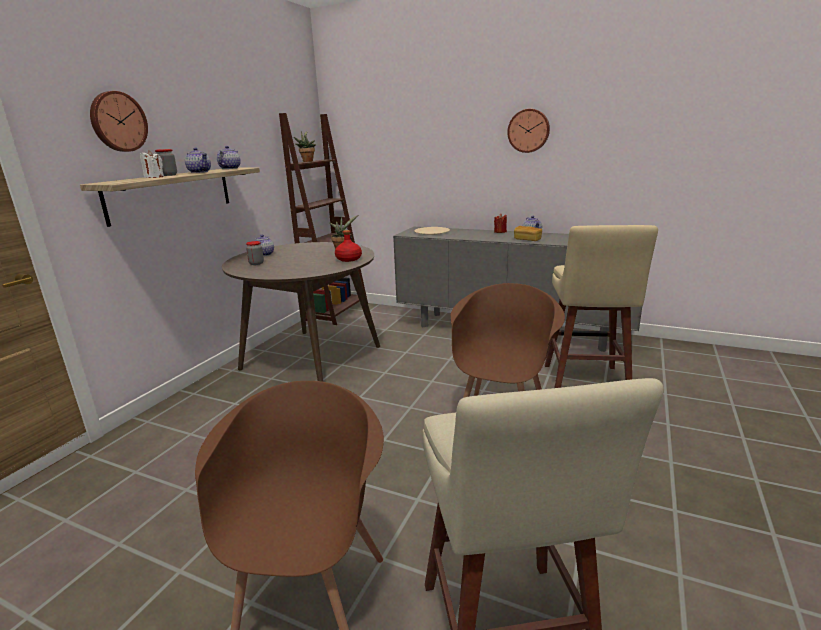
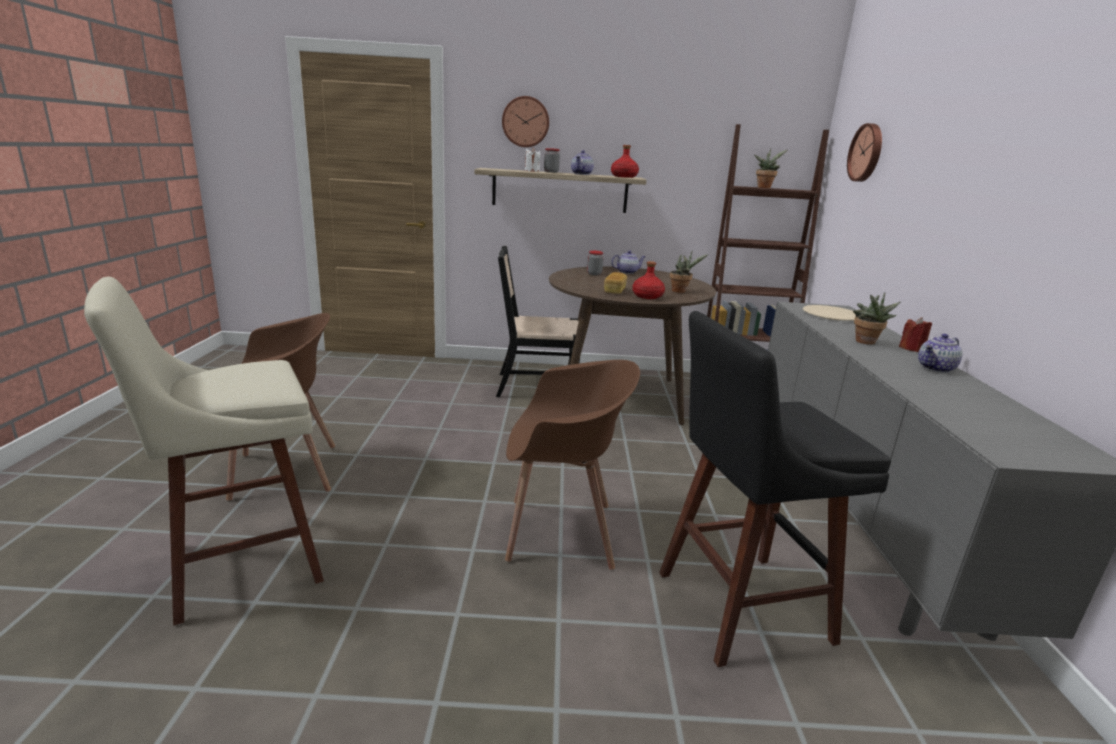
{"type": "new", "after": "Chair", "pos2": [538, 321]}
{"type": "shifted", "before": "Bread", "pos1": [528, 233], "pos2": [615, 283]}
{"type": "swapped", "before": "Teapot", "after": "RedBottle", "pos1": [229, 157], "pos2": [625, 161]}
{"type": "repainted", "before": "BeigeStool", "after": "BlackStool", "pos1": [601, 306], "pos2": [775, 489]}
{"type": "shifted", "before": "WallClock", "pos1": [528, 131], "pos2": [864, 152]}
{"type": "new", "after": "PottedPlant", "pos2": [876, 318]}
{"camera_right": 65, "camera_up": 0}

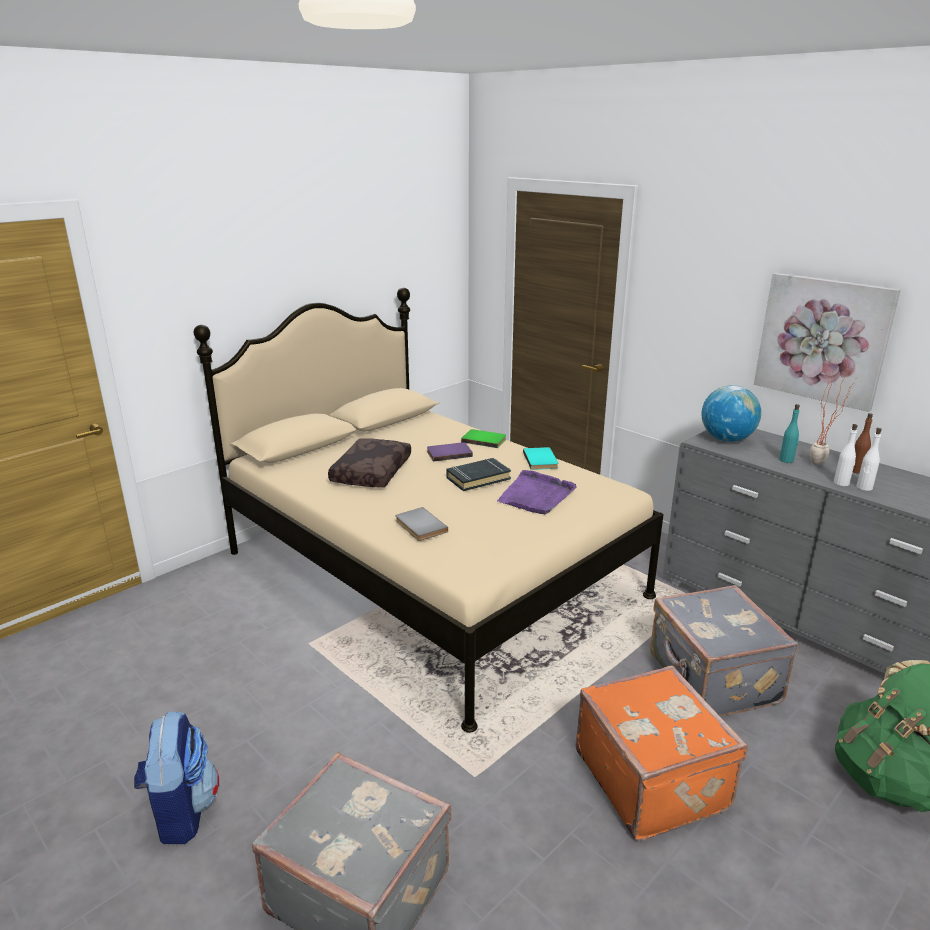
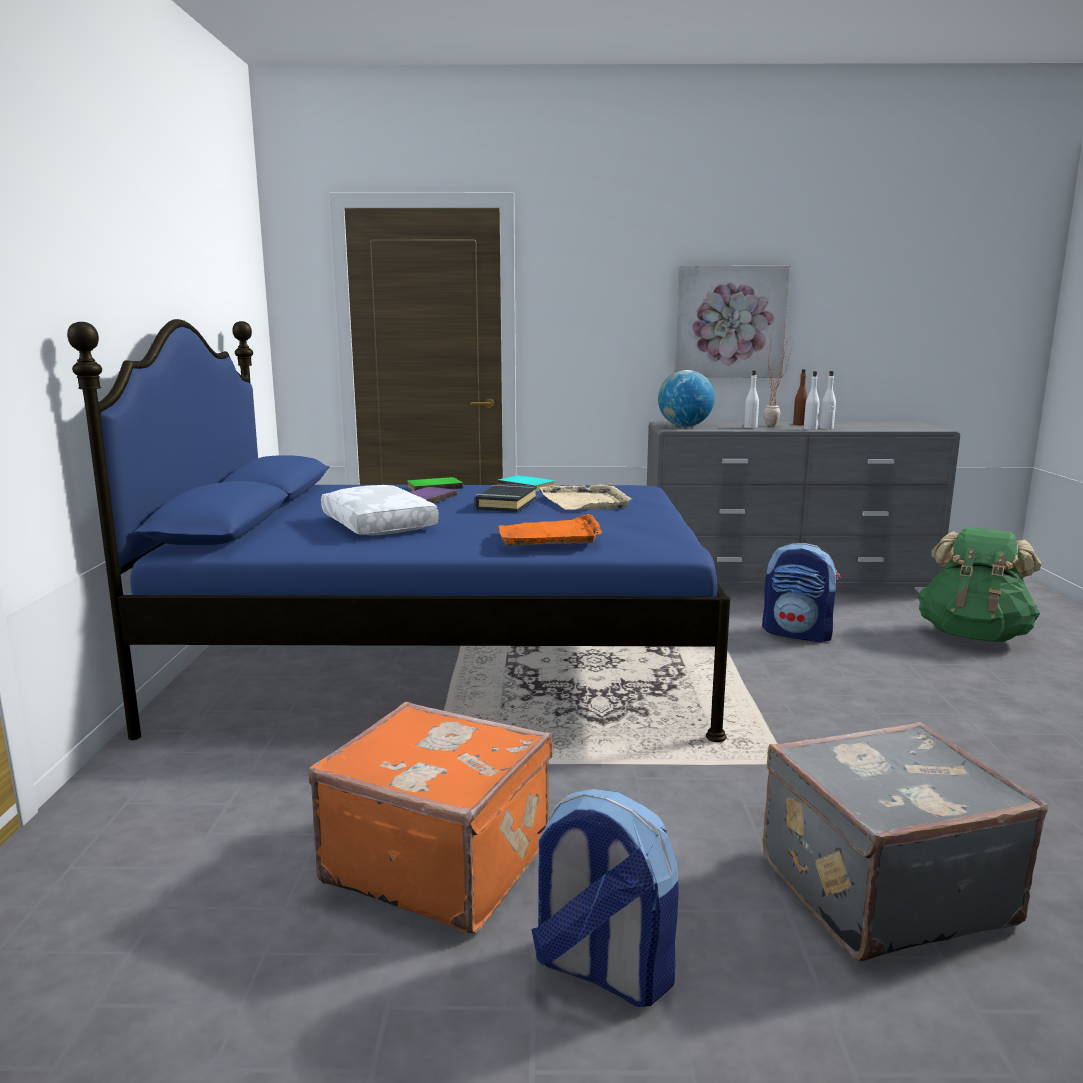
{"type": "repainted", "before": "BeigeBed", "after": "BlueBed", "pos1": [428, 510], "pos2": [398, 530]}
{"type": "shifted", "before": "OrangeSuitcase", "pos1": [662, 753], "pos2": [431, 818]}
{"type": "repainted", "before": "BrownPillow", "after": "WhitePillow", "pos1": [369, 463], "pos2": [380, 510]}
{"type": "swapped", "before": "GreyBook", "after": "OrangeTray", "pos1": [421, 524], "pos2": [550, 530]}
{"type": "repainted", "before": "PurpleTray", "after": "BeigeTray", "pos1": [537, 492], "pos2": [585, 496]}
{"type": "repainted", "before": "TurquoiseBottle", "after": "WhiteBottle", "pos1": [789, 433], "pos2": [751, 399]}
{"type": "swapped", "before": "GreySuitcase", "after": "Backpack", "pos1": [724, 650], "pos2": [801, 593]}
{"camera_right": -45, "camera_up": -10}

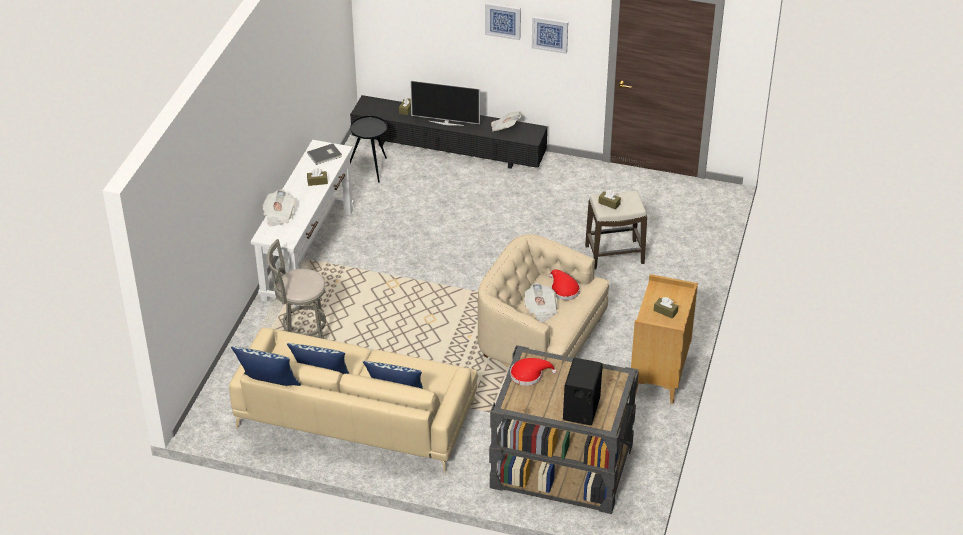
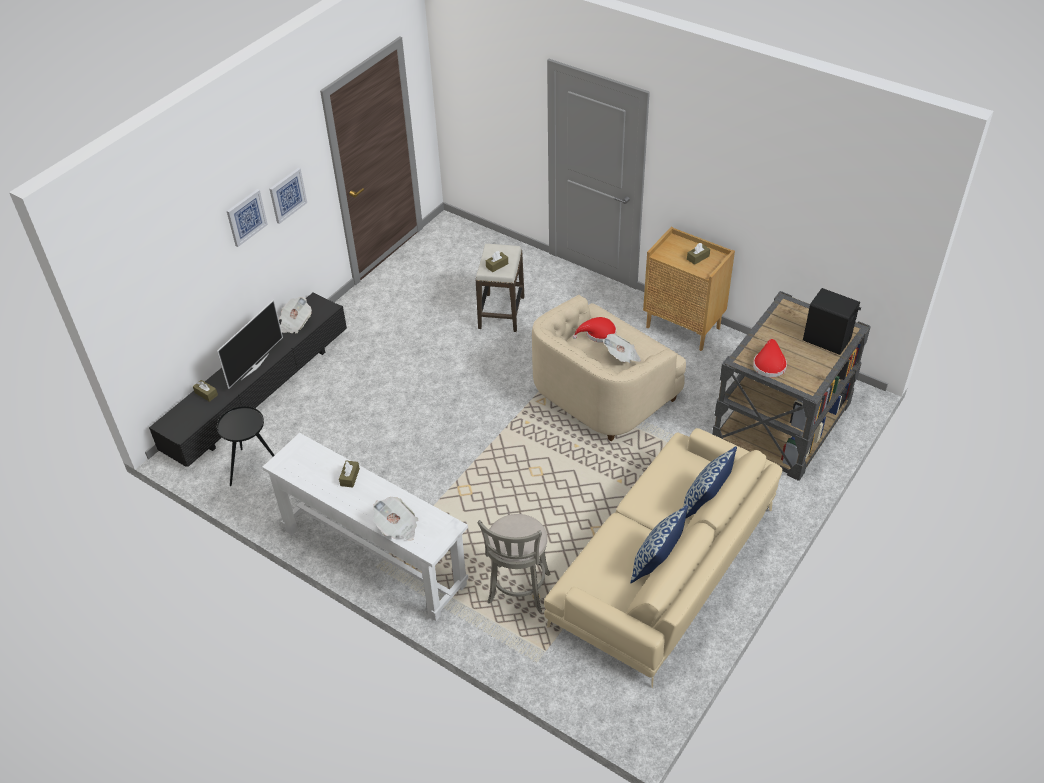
{"type": "gone", "before": "Pillow", "pos1": [266, 366]}
{"type": "gone", "before": "GreyBook", "pos1": [324, 154]}
{"camera_right": -70, "camera_up": 5}

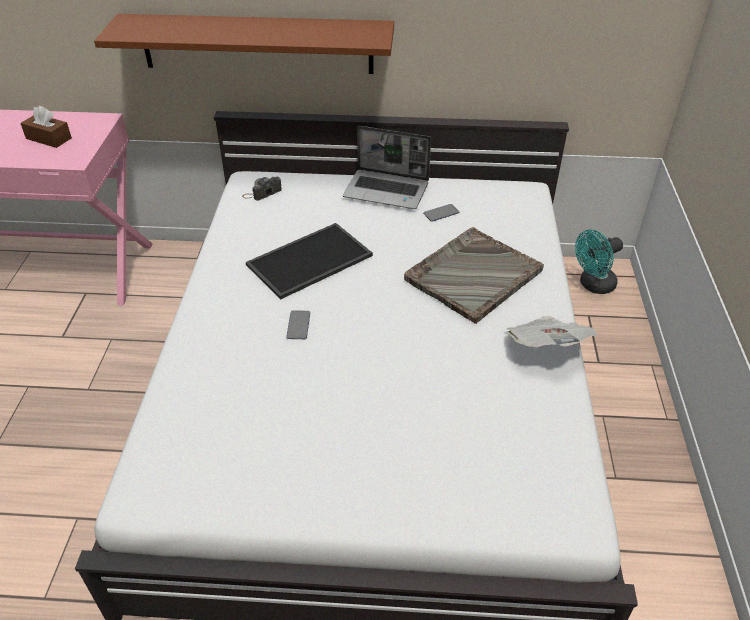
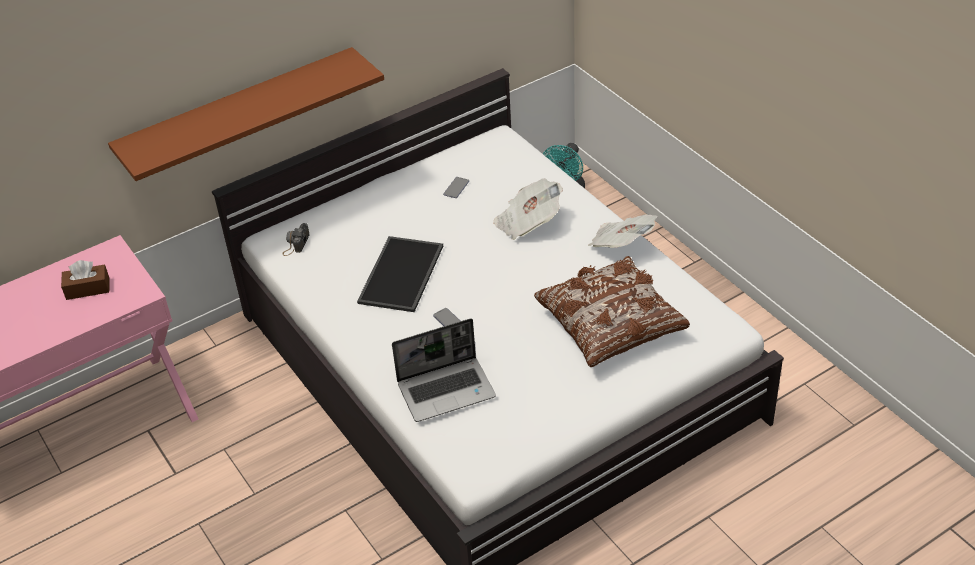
{"type": "shifted", "before": "Laptop", "pos1": [387, 167], "pos2": [444, 370]}
{"type": "swapped", "before": "GreyTray", "after": "Newspaper", "pos1": [474, 275], "pos2": [528, 209]}
{"type": "new", "after": "BrownPillow", "pos2": [612, 311]}
{"camera_right": -35, "camera_up": 0}

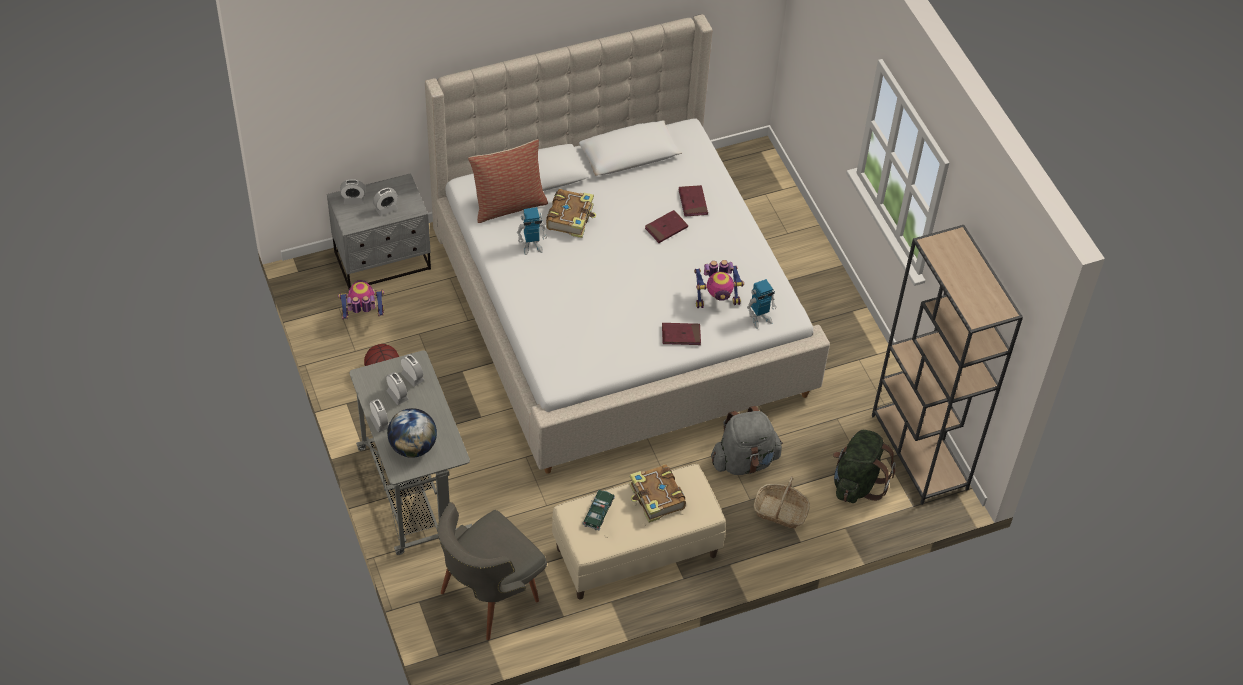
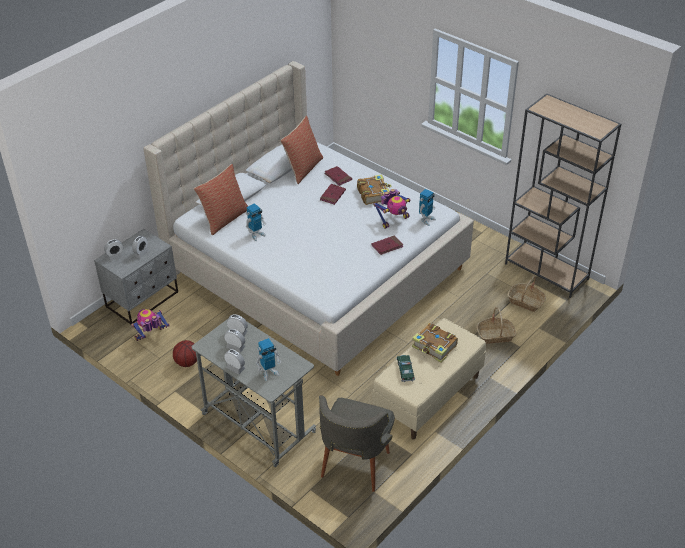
{"type": "swapped", "before": "Globe", "after": "ToyRobot", "pos1": [412, 433], "pos2": [268, 359]}
{"type": "new", "after": "Pillow", "pos2": [301, 150]}
{"type": "shifted", "before": "Book", "pos1": [571, 213], "pos2": [374, 189]}
{"type": "swapped", "before": "GreenBackpack", "after": "Basket", "pos1": [864, 466], "pos2": [527, 294]}
{"type": "gone", "before": "GreyBackpack", "pos1": [747, 440]}
{"camera_right": -25, "camera_up": -10}

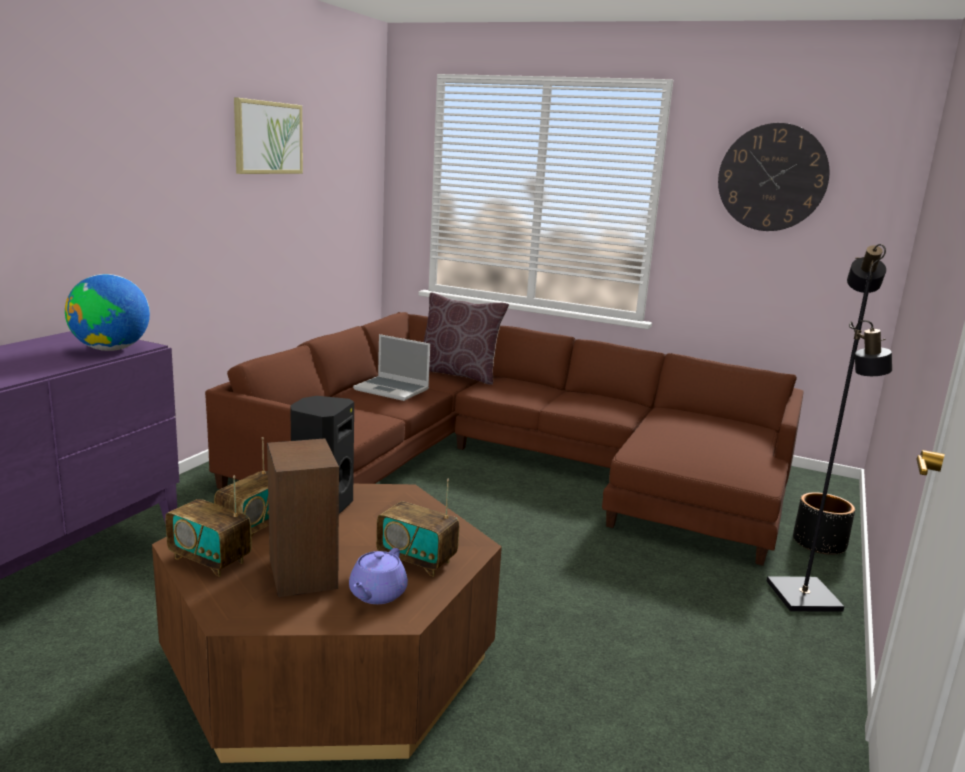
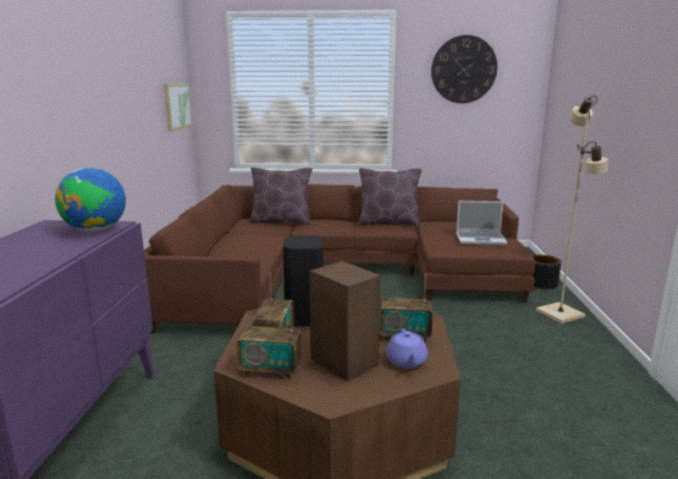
{"type": "shifted", "before": "Picture", "pos1": [268, 135], "pos2": [178, 107]}
{"type": "new", "after": "BrownPillow", "pos2": [390, 197]}
{"type": "shifted", "before": "Laptop", "pos1": [391, 367], "pos2": [481, 223]}
{"type": "repainted", "before": "BlackFloorLamp", "after": "BeigeFloorLamp", "pos1": [829, 428], "pos2": [572, 209]}
{"camera_right": -20, "camera_up": 0}

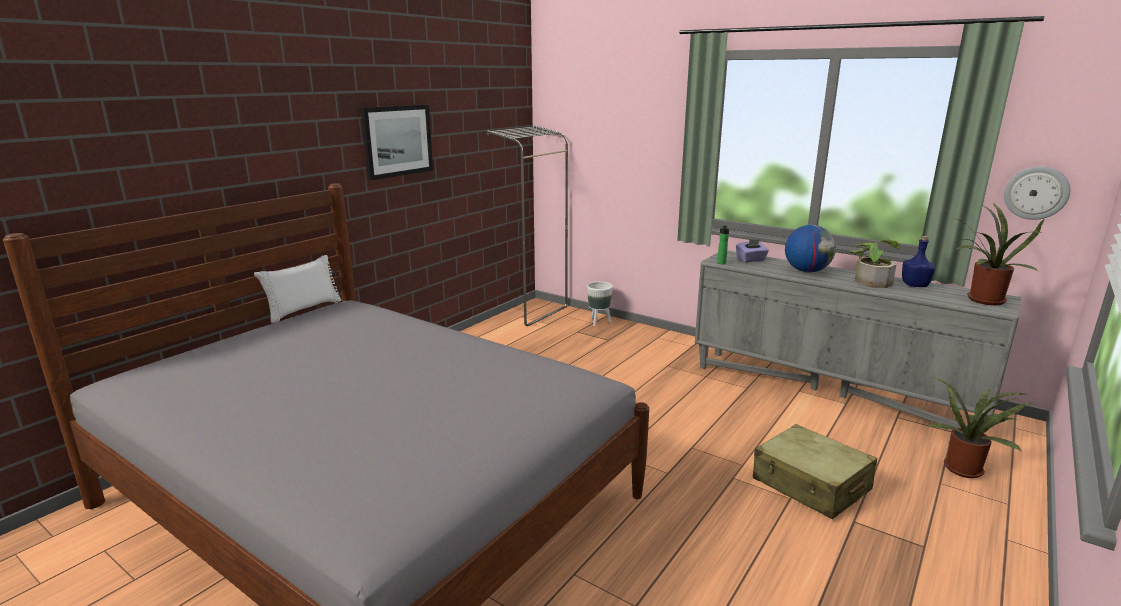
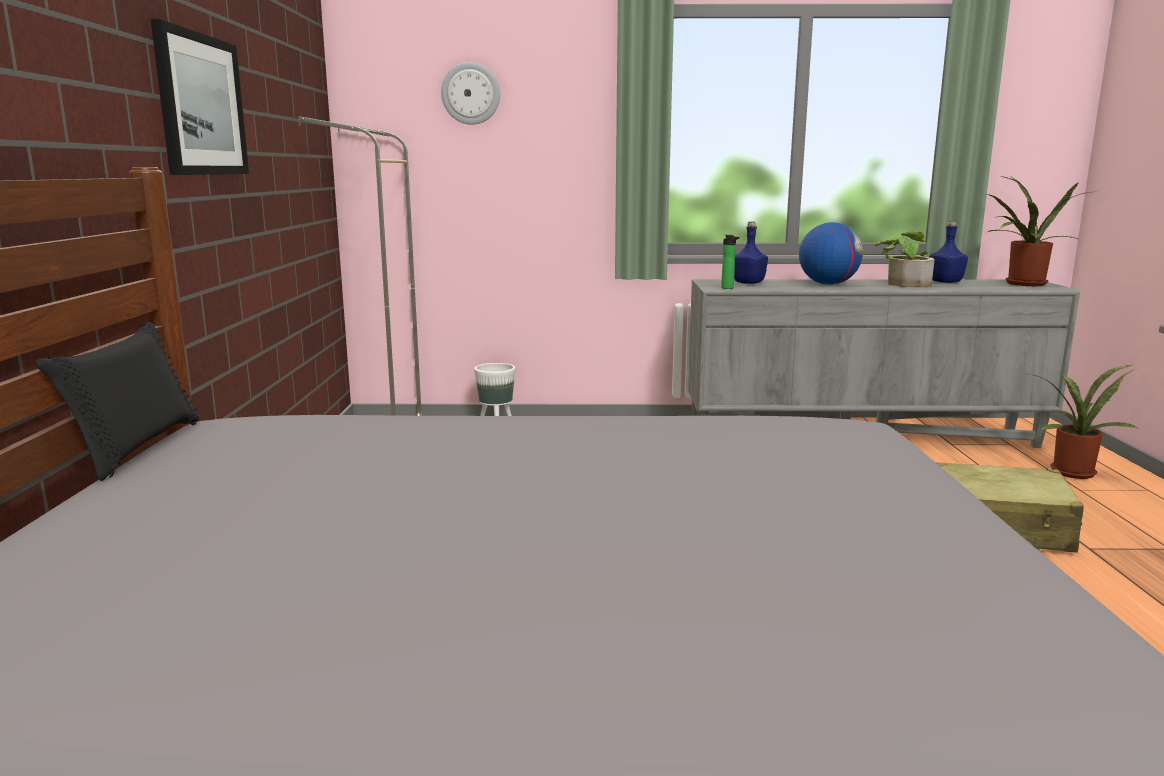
{"type": "repainted", "before": "WhitePillow", "after": "BlackPillow", "pos1": [297, 289], "pos2": [117, 401]}
{"type": "shifted", "before": "WallClock", "pos1": [1037, 193], "pos2": [470, 93]}
{"type": "swapped", "before": "PurpleTissueBox", "after": "BlueBottle", "pos1": [752, 250], "pos2": [751, 253]}
{"camera_right": -35, "camera_up": -5}

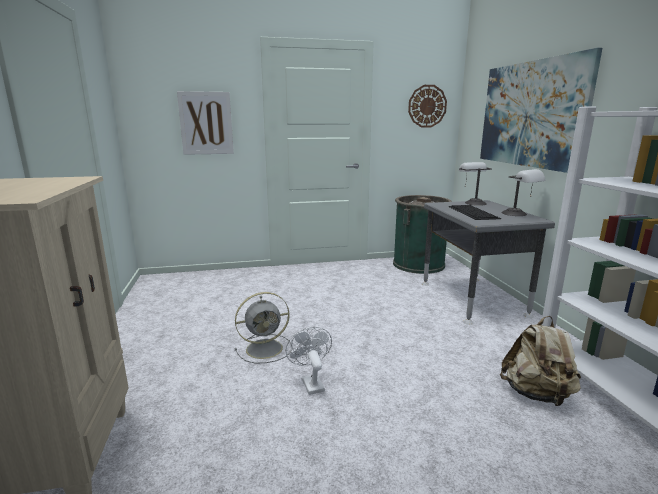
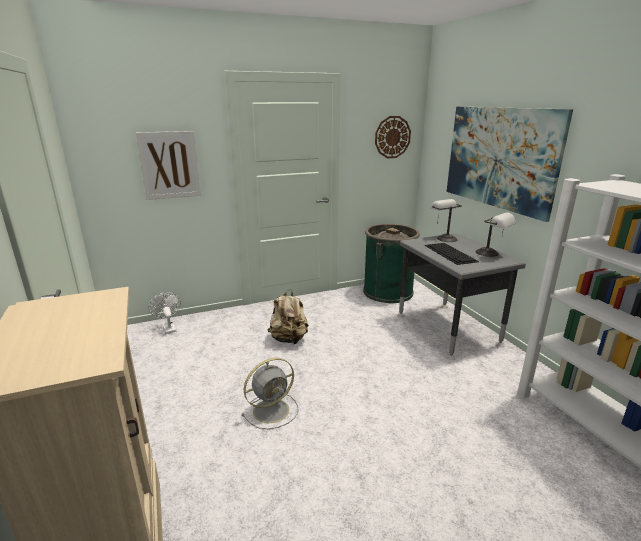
{"type": "shifted", "before": "WhiteFan", "pos1": [309, 361], "pos2": [165, 313]}
{"type": "shifted", "before": "BeigeBackpack", "pos1": [540, 361], "pos2": [288, 316]}
{"camera_right": -10, "camera_up": 5}

